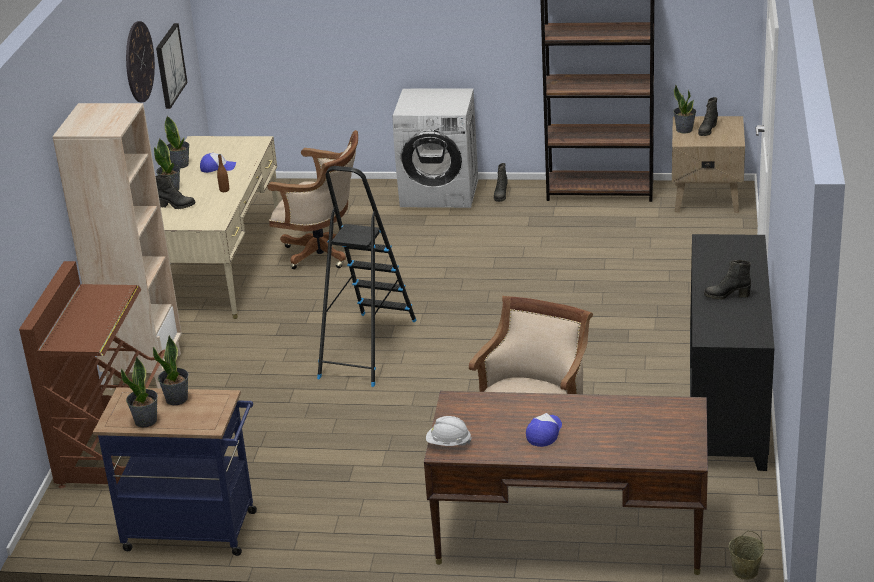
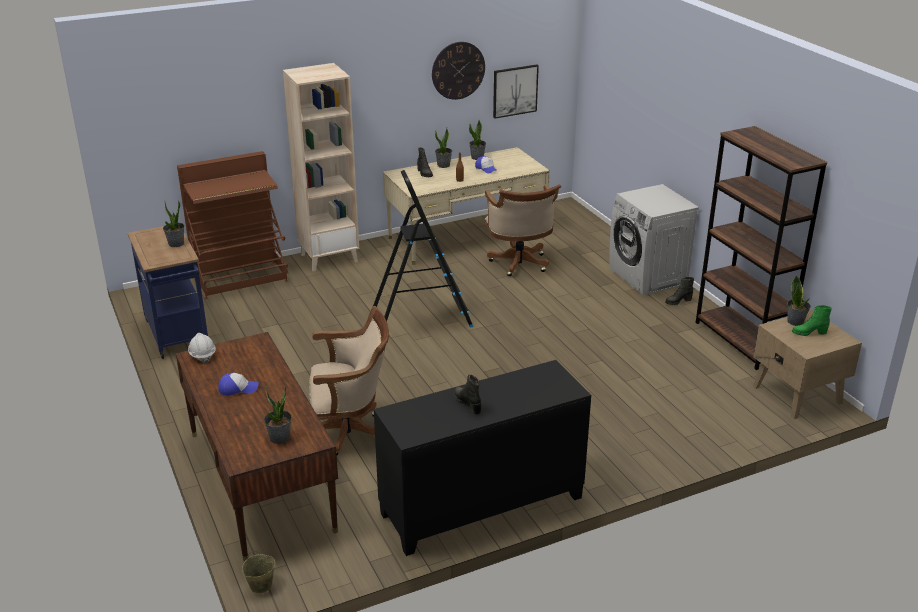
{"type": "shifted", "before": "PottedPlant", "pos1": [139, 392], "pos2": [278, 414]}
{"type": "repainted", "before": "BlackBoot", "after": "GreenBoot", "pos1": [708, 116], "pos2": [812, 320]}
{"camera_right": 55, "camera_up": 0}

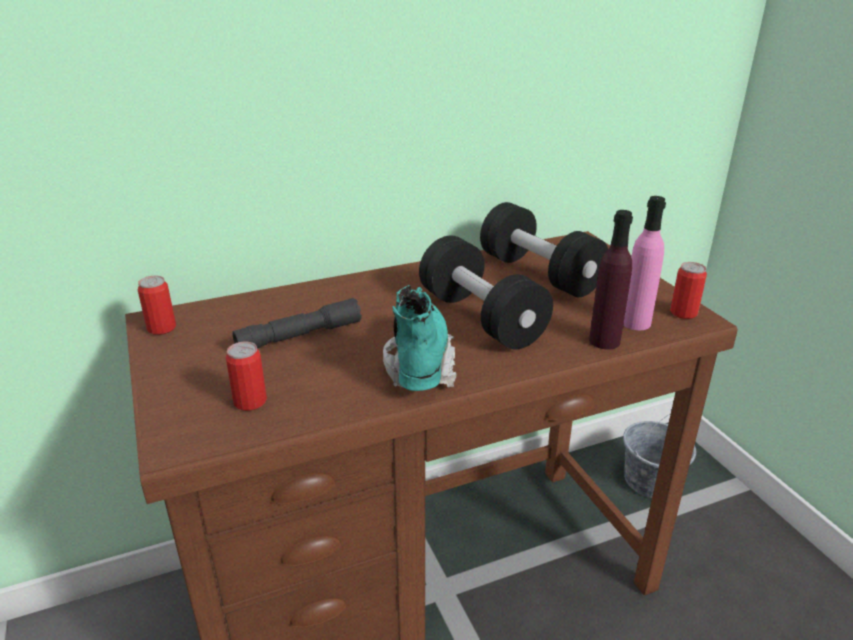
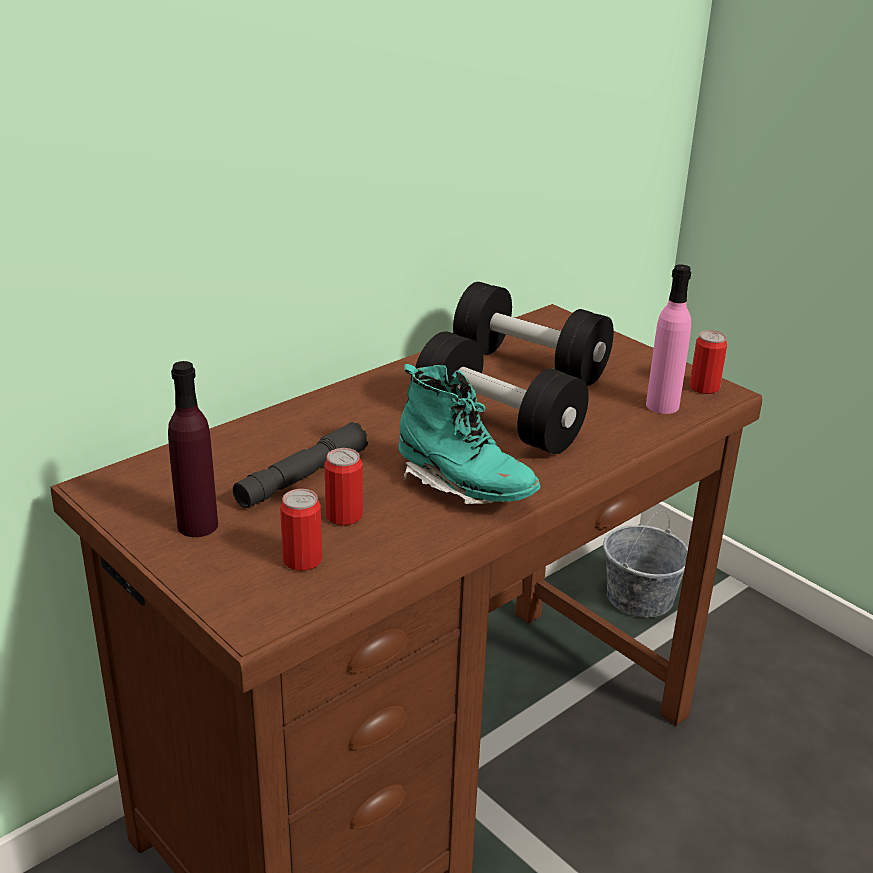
{"type": "shifted", "before": "PurpleBottle", "pos1": [611, 280], "pos2": [193, 449]}
{"type": "shifted", "before": "Can", "pos1": [157, 305], "pos2": [343, 487]}
{"type": "rotated", "before": "TurquoiseBoot", "pos1": [420, 338], "pos2": [470, 434], "turn": 150}
{"camera_right": -20, "camera_up": 0}

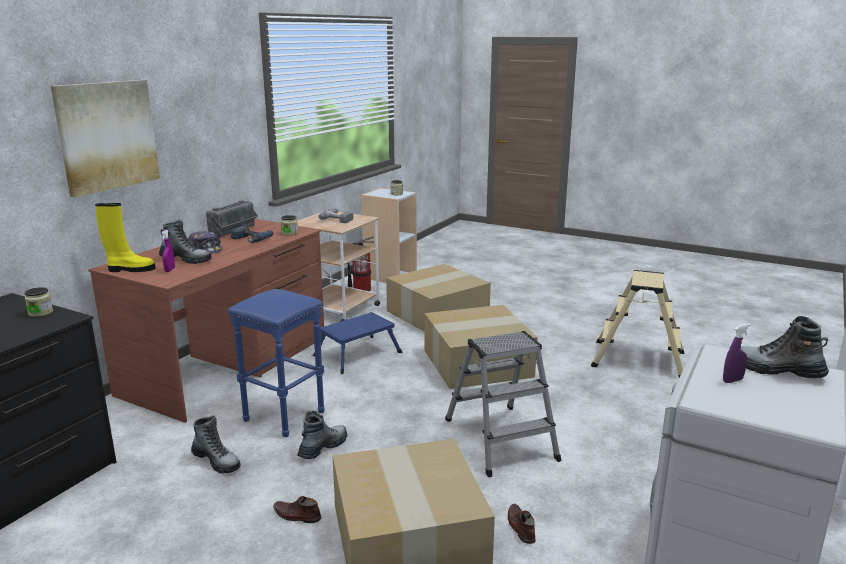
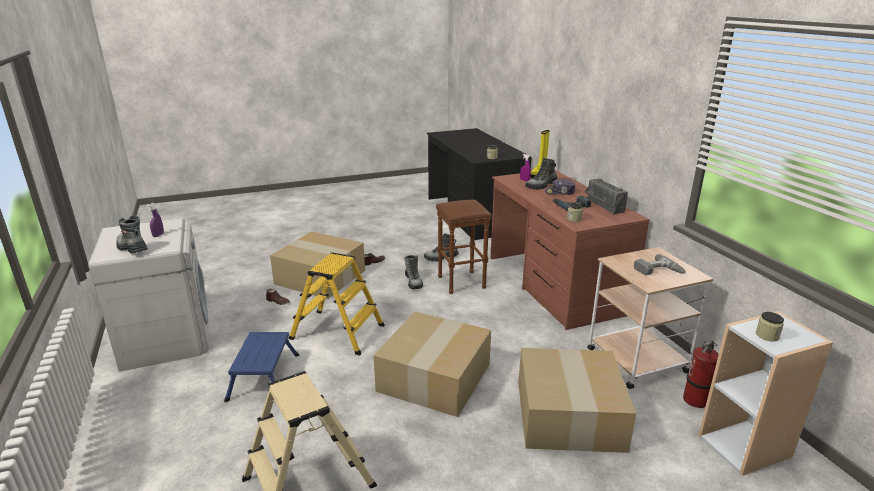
{"type": "rotated", "before": "Boot", "pos1": [784, 347], "pos2": [132, 235], "turn": -120}
{"type": "shifted", "before": "BlueStepLadder", "pos1": [358, 343], "pos2": [262, 367]}
{"type": "repainted", "before": "GreyStepLadder", "after": "YellowStepLadder", "pos1": [503, 404], "pos2": [337, 304]}
{"type": "repainted", "before": "BlueStool", "after": "BrownStool", "pos1": [276, 363], "pos2": [464, 247]}
{"type": "gone", "before": "Picture", "pos1": [105, 138]}
{"camera_right": 130, "camera_up": 5}

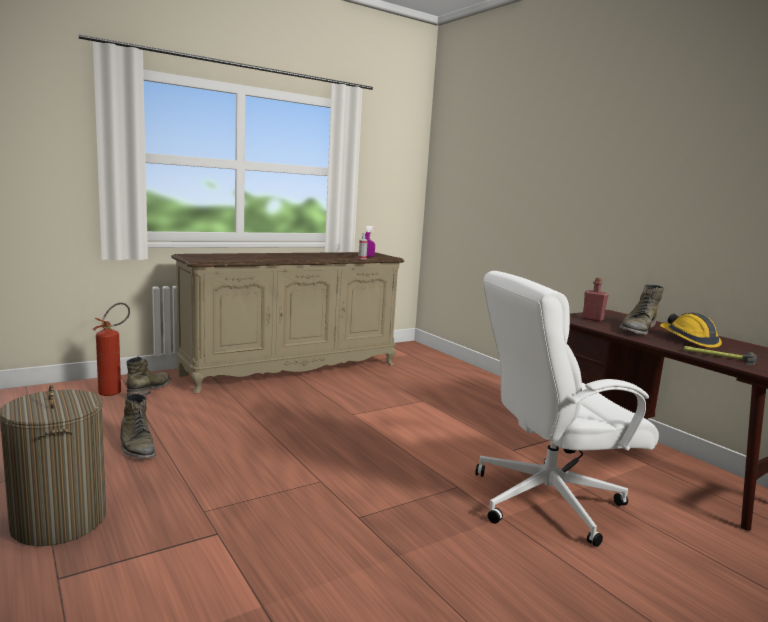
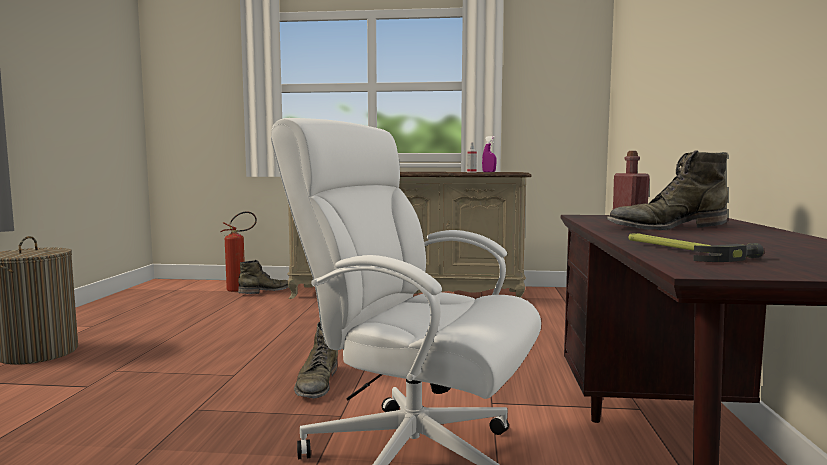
{"type": "shifted", "before": "GreenBoot", "pos1": [138, 425], "pos2": [316, 360]}
{"type": "gone", "before": "HardHat", "pos1": [691, 330]}
{"camera_right": 40, "camera_up": -5}

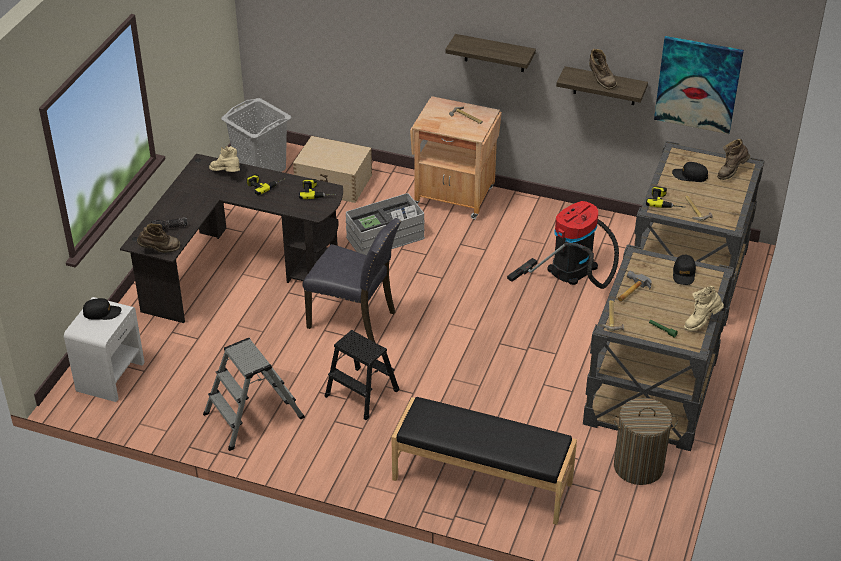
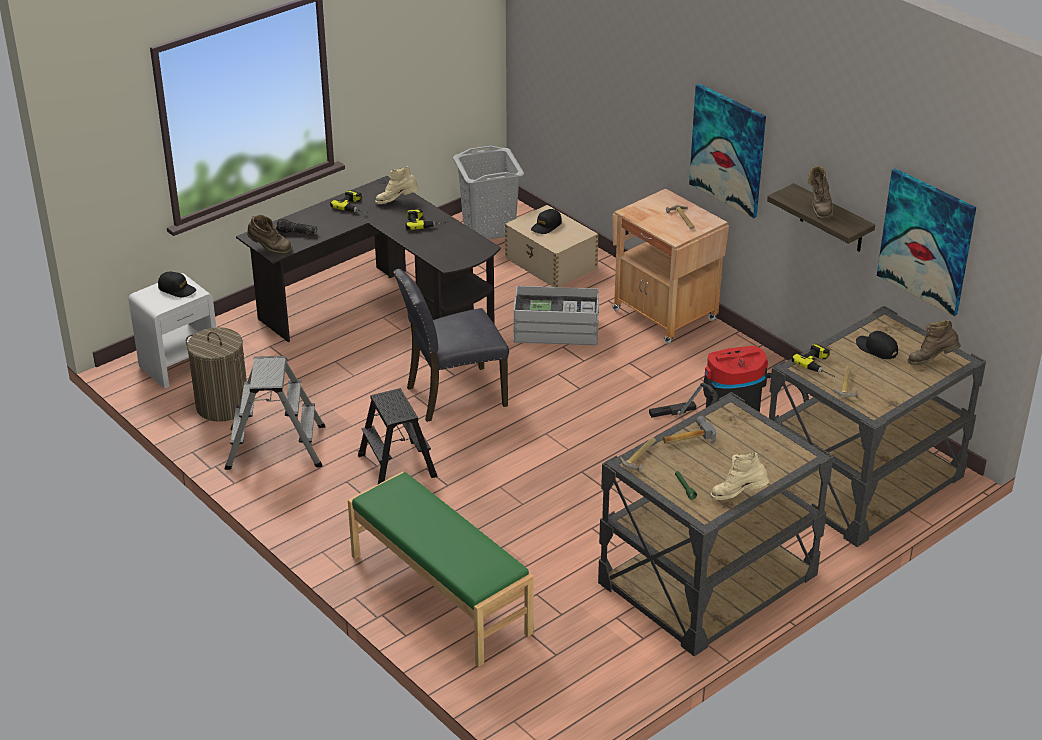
{"type": "shifted", "before": "LaundryBasket", "pos1": [645, 441], "pos2": [216, 374]}
{"type": "shifted", "before": "PowerDrill", "pos1": [318, 189], "pos2": [349, 201]}
{"type": "repainted", "before": "BlackBench", "after": "GreenBench", "pos1": [484, 461], "pos2": [441, 569]}
{"type": "rotated", "before": "BeigeBoot", "pos1": [224, 159], "pos2": [397, 185], "turn": -75}
{"type": "rotated", "before": "GreyChair", "pos1": [352, 280], "pos2": [451, 345], "turn": 105}
{"type": "shifted", "before": "BlackCap", "pos1": [684, 270], "pos2": [546, 221]}
{"type": "swapped", "before": "Shelf", "after": "Picture", "pos1": [490, 53], "pos2": [727, 151]}
{"camera_right": 30, "camera_up": -5}

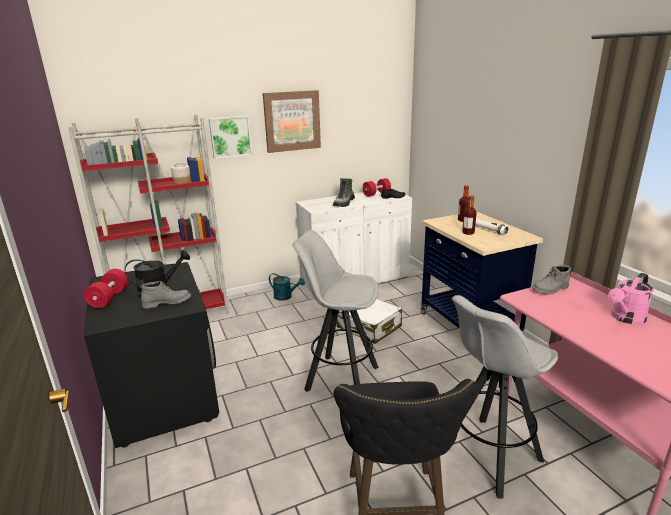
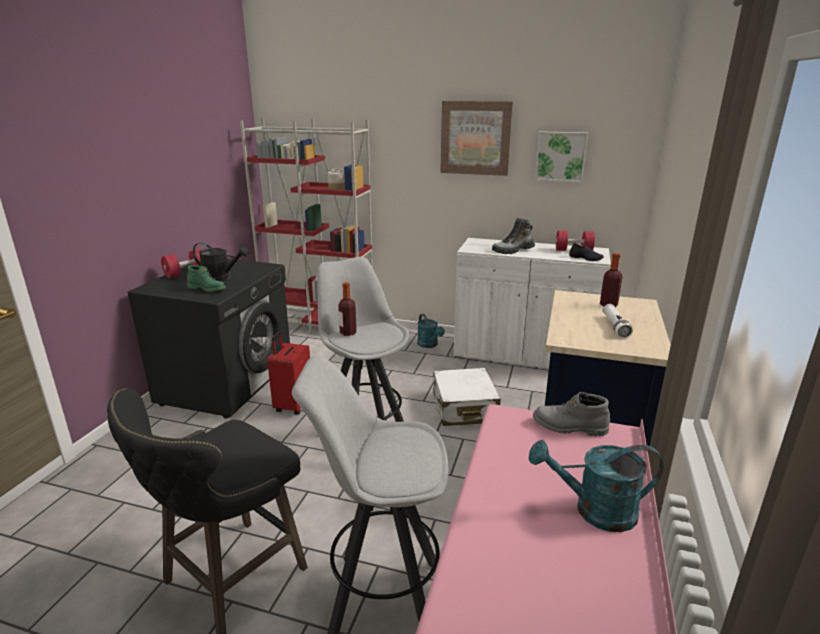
{"type": "repainted", "before": "GreyBoot", "after": "GreenBoot", "pos1": [166, 295], "pos2": [206, 278]}
{"type": "new", "after": "RedSuitcase", "pos2": [288, 373]}
{"type": "shifted", "before": "Bottle", "pos1": [469, 215], "pos2": [347, 309]}
{"type": "repainted", "before": "PinkWateringCan", "after": "TurquoiseWateringCan", "pos1": [630, 298], "pos2": [596, 486]}
{"type": "shifted", "before": "Picture", "pos1": [230, 137], "pos2": [561, 156]}
{"camera_right": 40, "camera_up": 0}

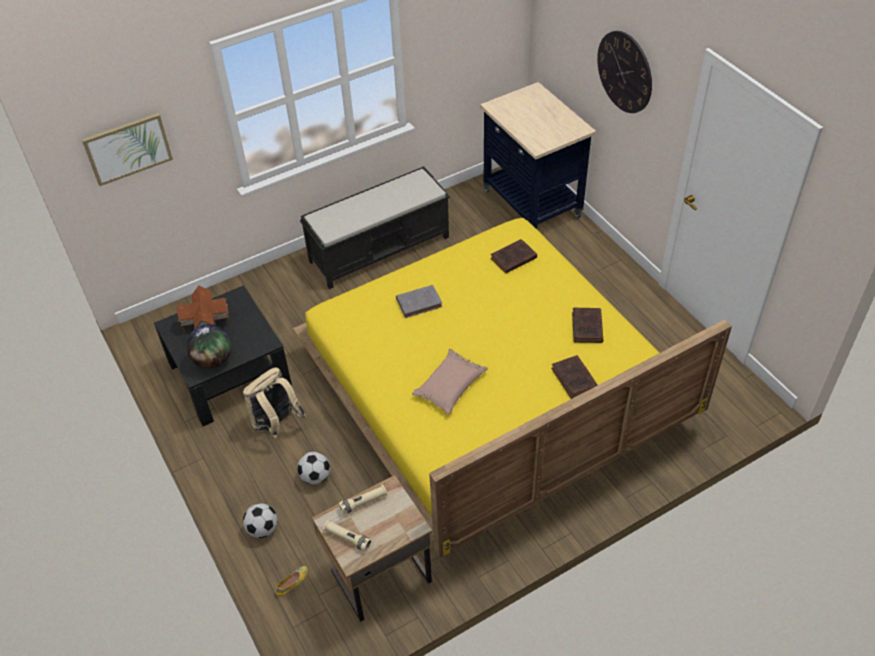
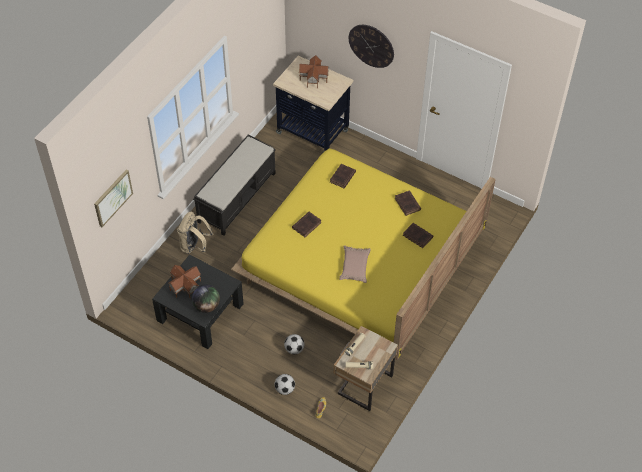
{"type": "shifted", "before": "BeigeBackpack", "pos1": [275, 403], "pos2": [195, 233]}
{"type": "repainted", "before": "GreyBook", "after": "BrownBook", "pos1": [419, 301], "pos2": [307, 224]}
{"type": "new", "after": "ToyHouse", "pos2": [314, 72]}
{"camera_right": -30, "camera_up": 5}

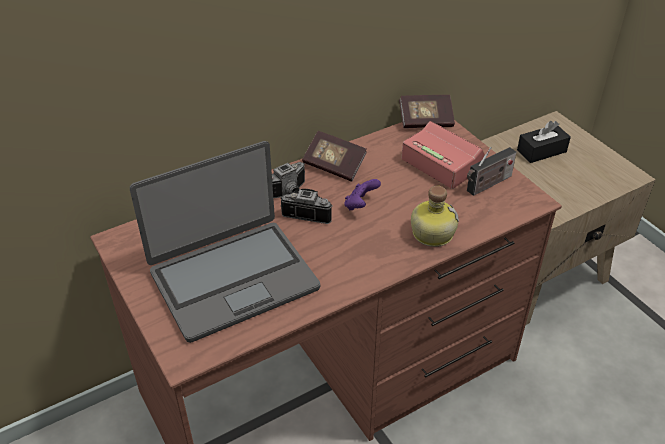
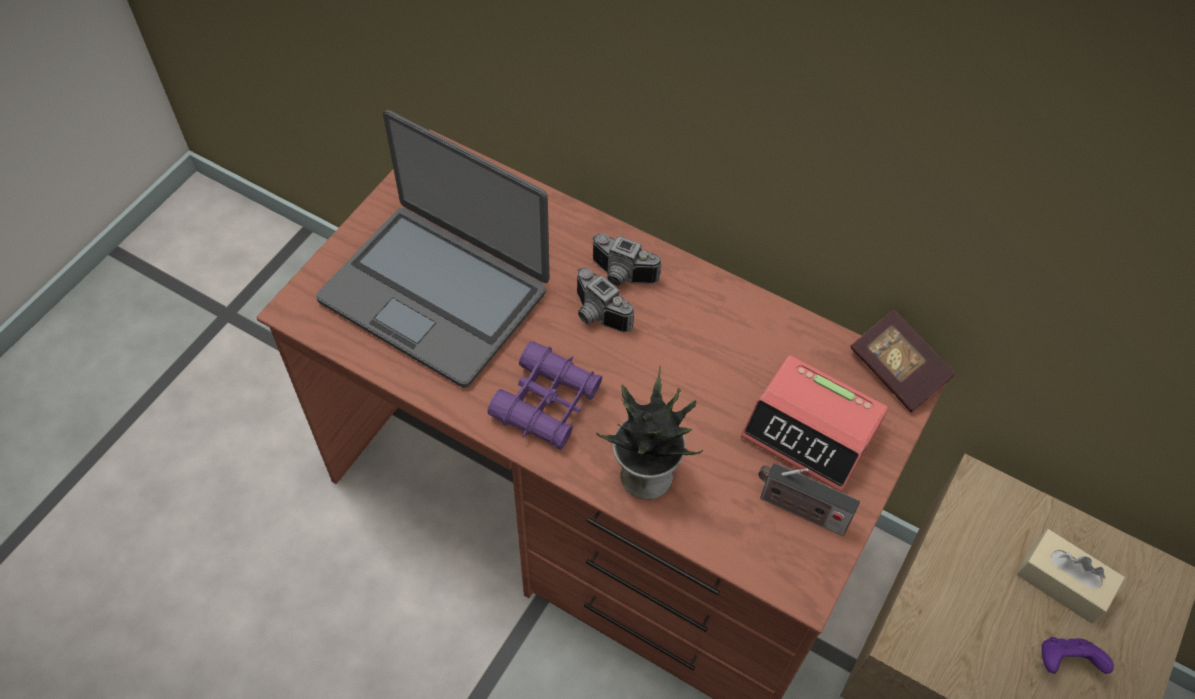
{"type": "new", "after": "PurpleBinoculars", "pos2": [544, 395]}
{"type": "rotated", "before": "PhotoCamera", "pos1": [306, 206], "pos2": [605, 300], "turn": 150}
{"type": "swapped", "before": "Bottle", "after": "PottedPlant", "pos1": [435, 216], "pos2": [649, 433]}
{"type": "rotated", "before": "AlarmClock", "pos1": [444, 155], "pos2": [814, 423], "turn": 105}
{"type": "repainted", "before": "BlackTissueBox", "after": "BeigeTissueBox", "pos1": [544, 142], "pos2": [1070, 576]}
{"type": "shifted", "before": "PurpleGameController", "pos1": [362, 194], "pos2": [1078, 655]}
{"type": "gone", "before": "Book", "pos1": [334, 156]}
{"camera_right": 60, "camera_up": 15}

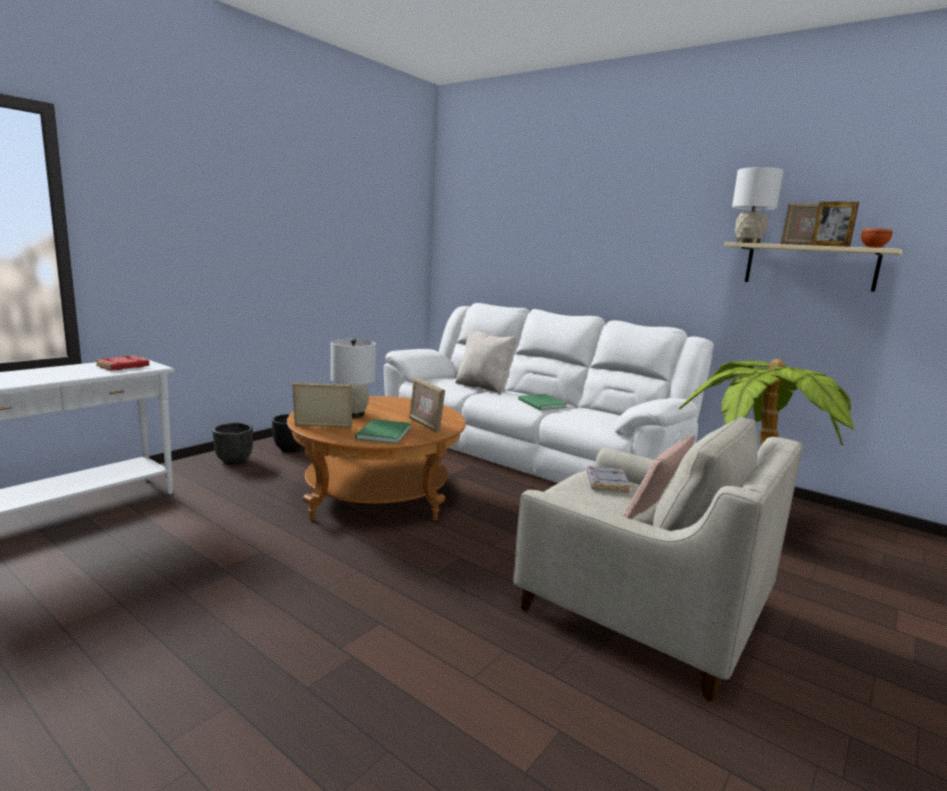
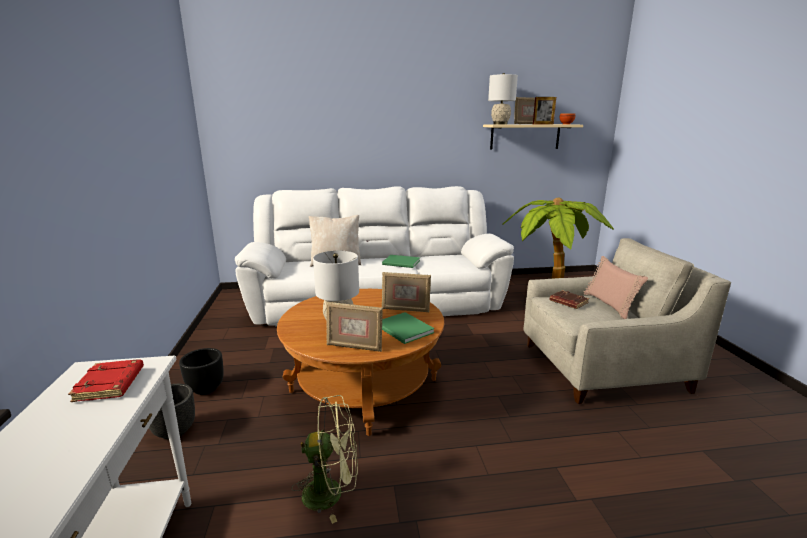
{"type": "new", "after": "GreenFan", "pos2": [324, 459]}
{"type": "rotated", "before": "PictureFrame", "pos1": [322, 405], "pos2": [354, 327], "turn": -120}
{"type": "repainted", "before": "GreyBook", "after": "BrownBook", "pos1": [608, 480], "pos2": [569, 299]}
{"camera_right": -45, "camera_up": 5}

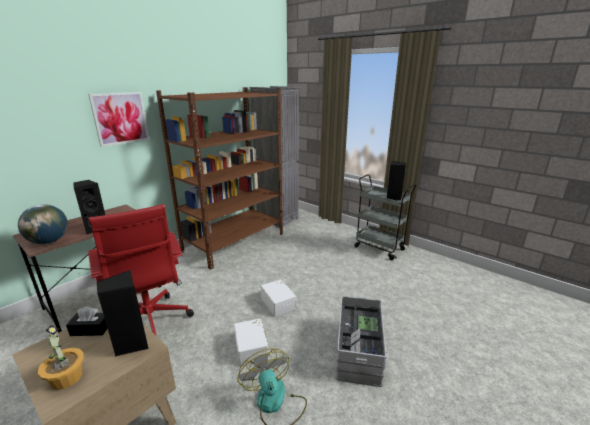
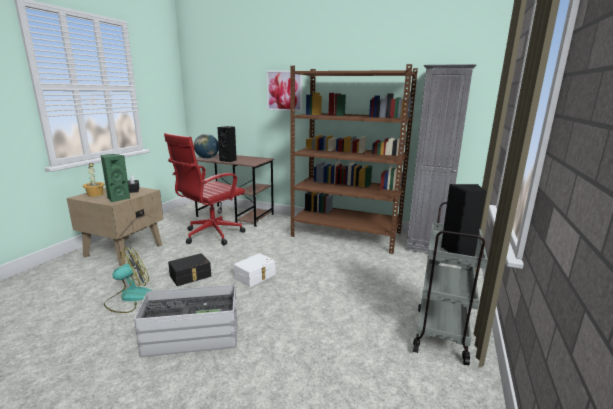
{"type": "repainted", "before": "BlackSpeaker", "after": "GreenSpeaker", "pos1": [123, 313], "pos2": [115, 178]}
{"type": "repainted", "before": "WhiteStorageBox", "after": "BlackStorageBox", "pos1": [251, 342], "pos2": [189, 269]}
{"camera_right": 70, "camera_up": -5}

